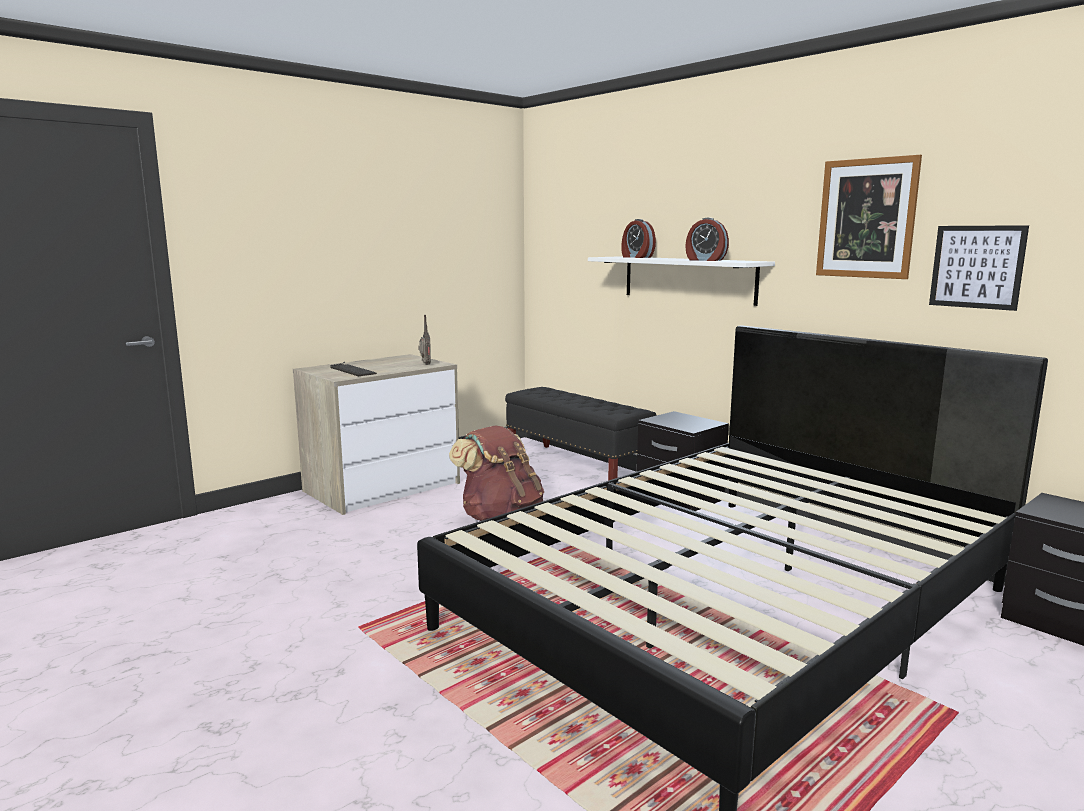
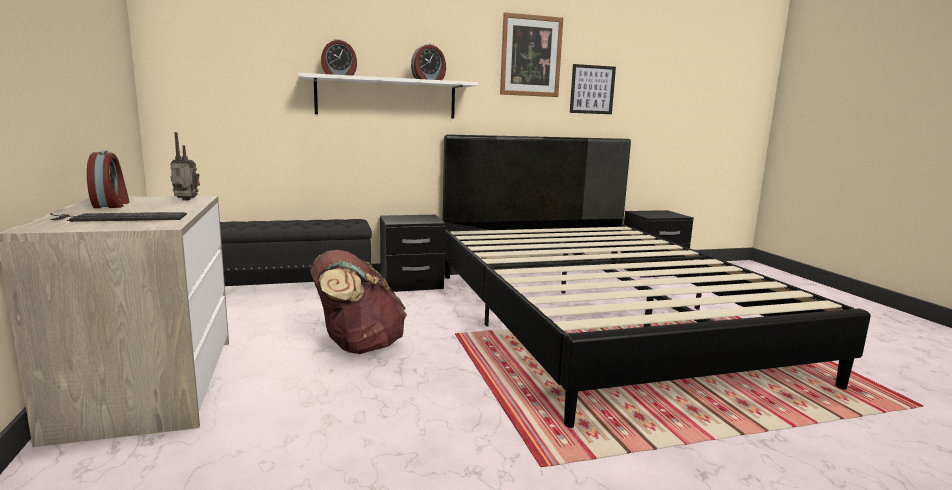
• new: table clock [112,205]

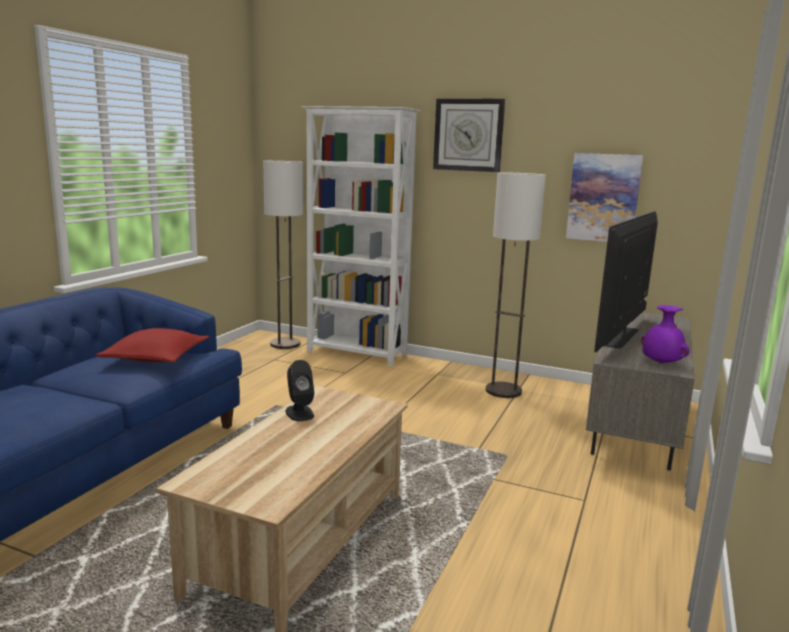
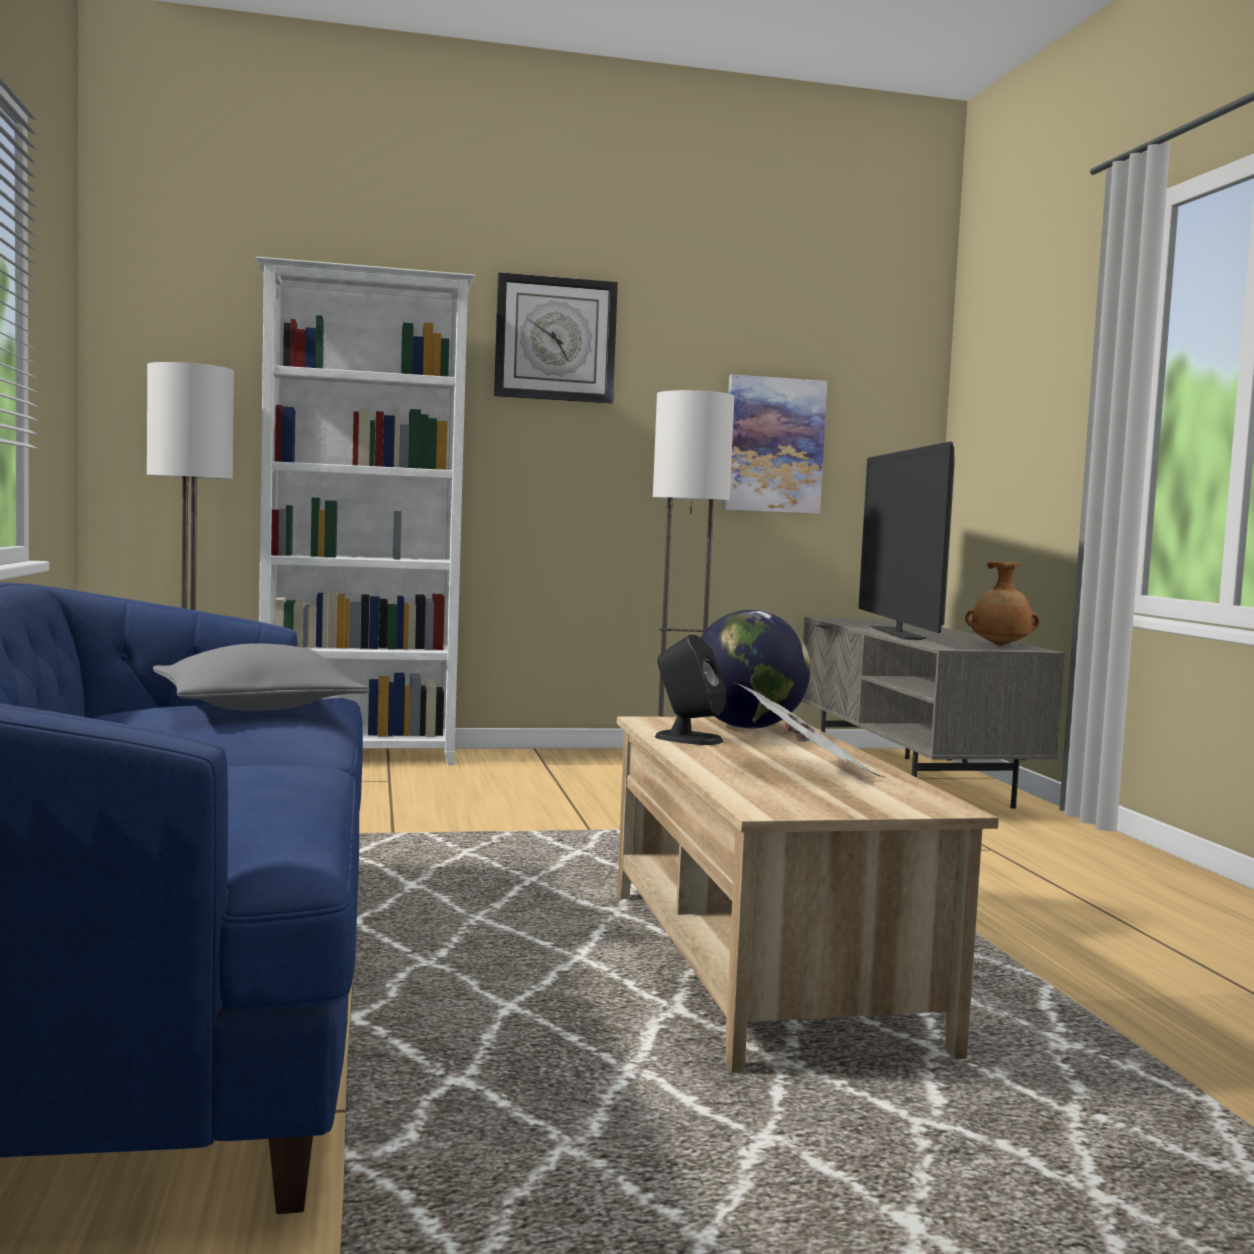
• repainted: reddish cushion [156,357] to greyish cushion [257,707]
• repainted: purple-coloured flower vase [661,363] to brown-coloured flower vase [1000,646]
• new: world globe [748,727]
• new: printed paper [807,770]

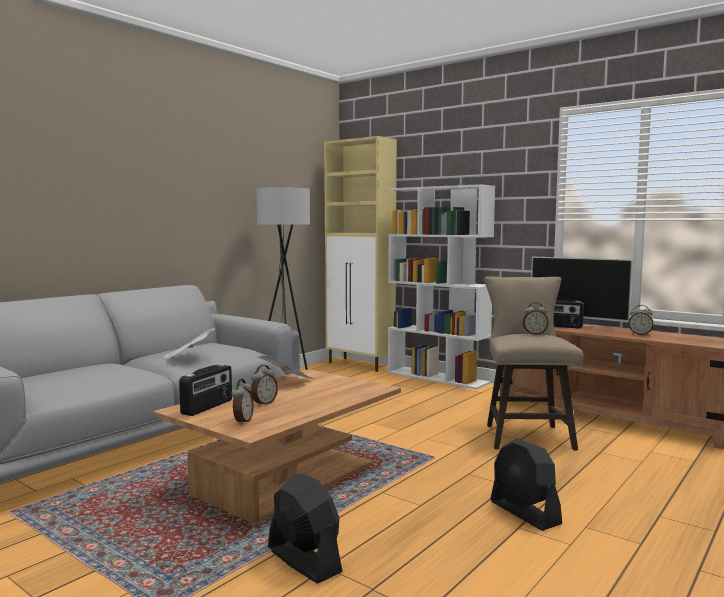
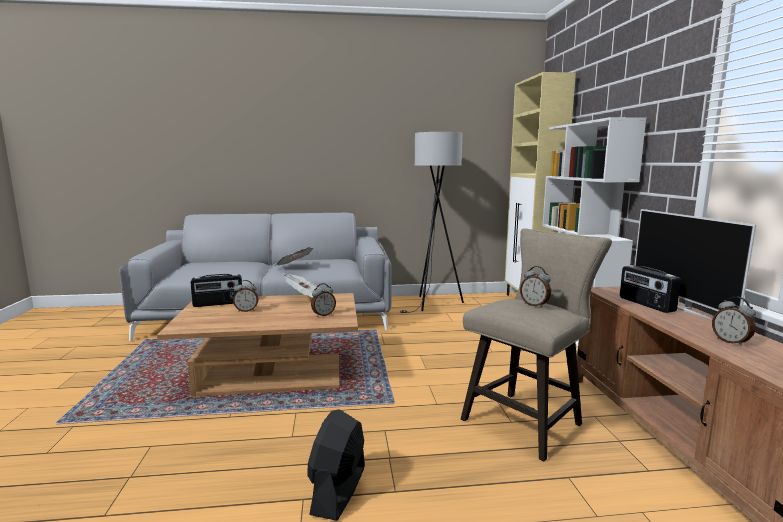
• shifted: table clock [242,421] to [323,315]
• gone: black electric fan [303,560]

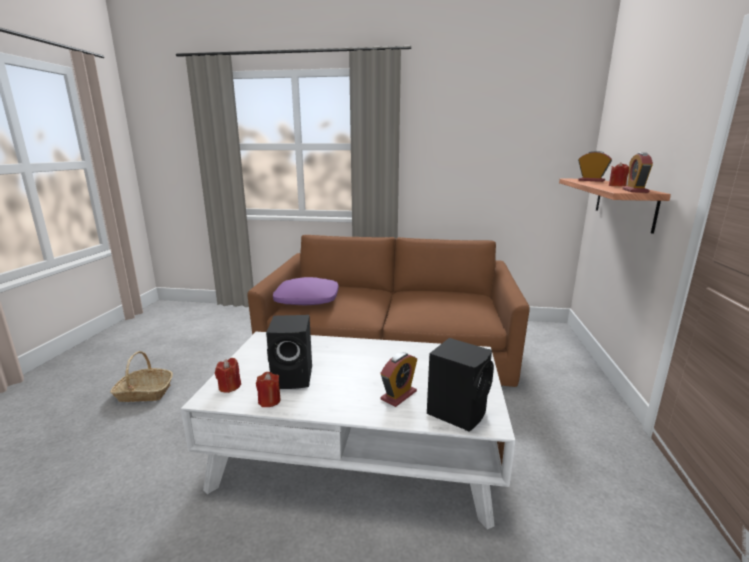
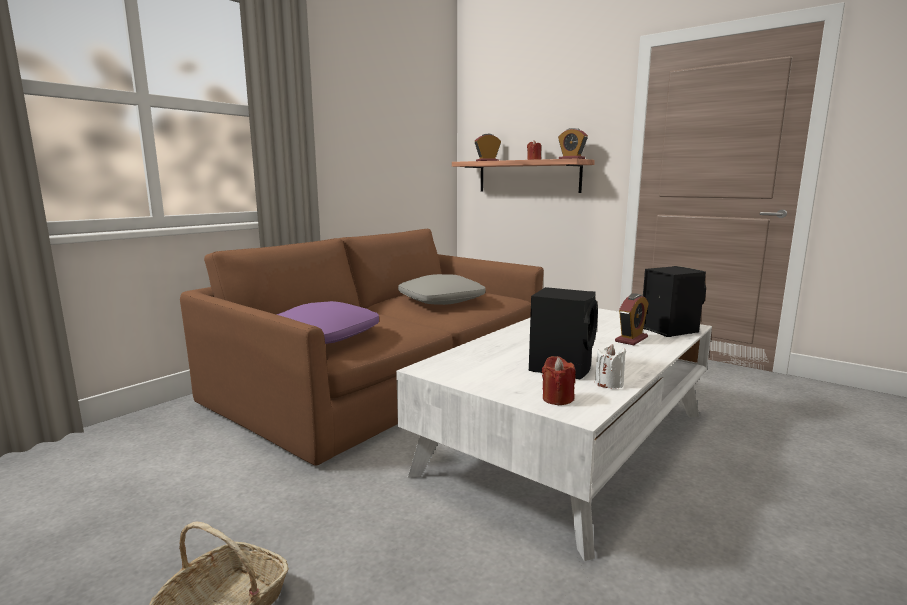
• repainted: reddish wax candle [269,401] to white-coloured wax candle [609,384]
• rotated: table clock [398,395] = [631,339] 60 degrees clockwise
• new: greyish cushion [441,300]

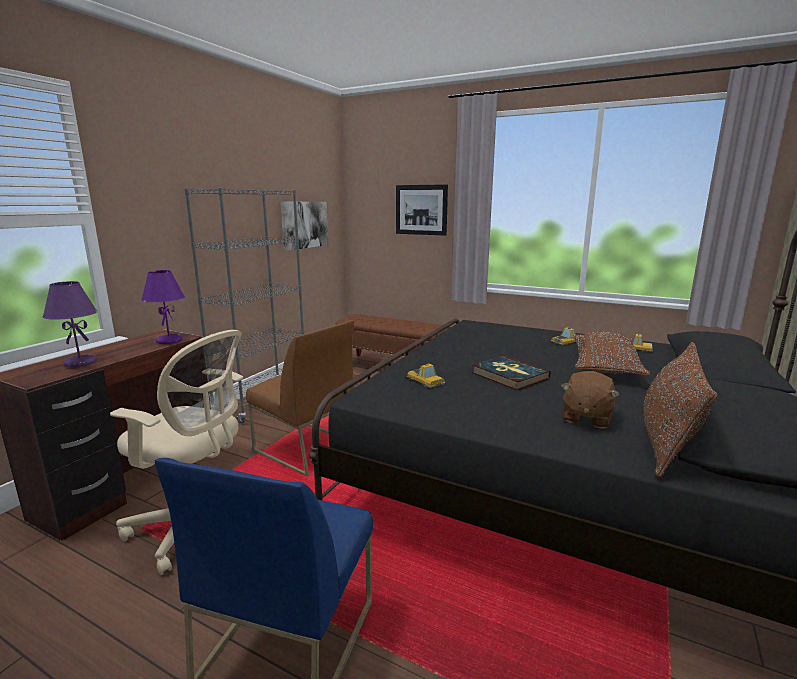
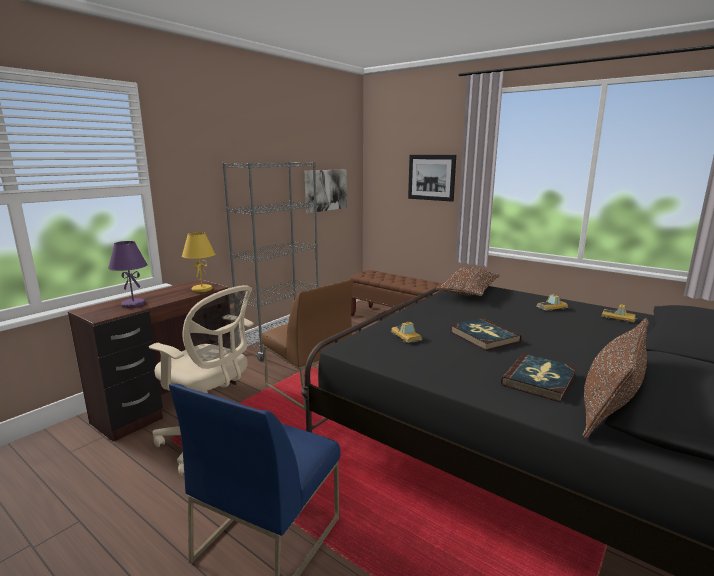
• repainted: purple-coloured tabletop lamp [169,340] to yellowish tabletop lamp [202,289]
• swapped: brown-coloured cuddly toy [586,417] to bound book [540,380]
• shifted: brown-coloured cushion [604,366] to [468,292]

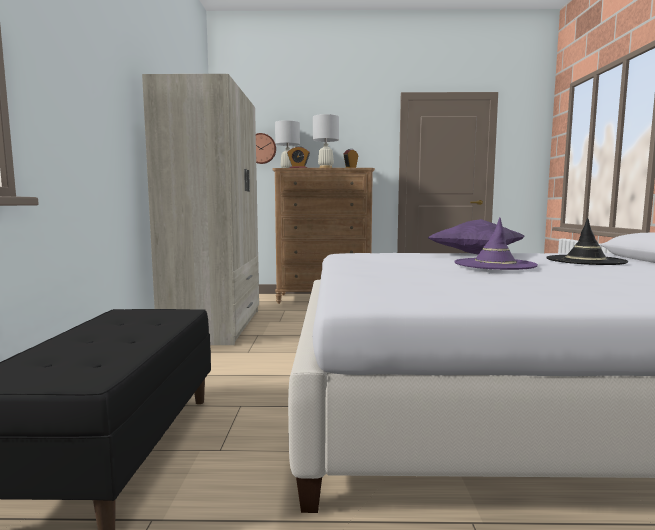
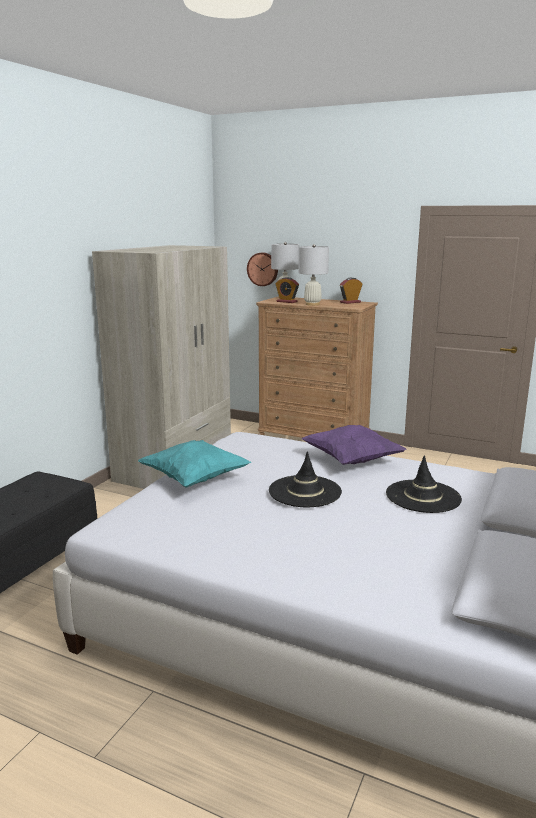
• repainted: purple-coloured hat [494,264] to black hat [305,491]
• new: blue-green cushion [195,479]

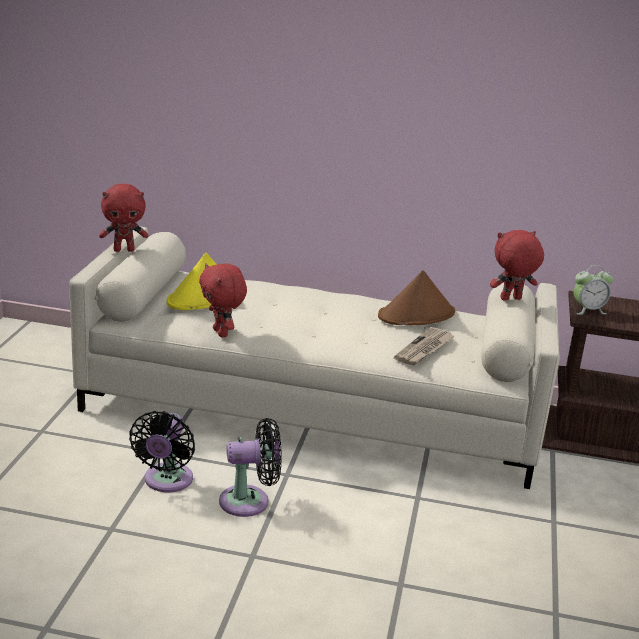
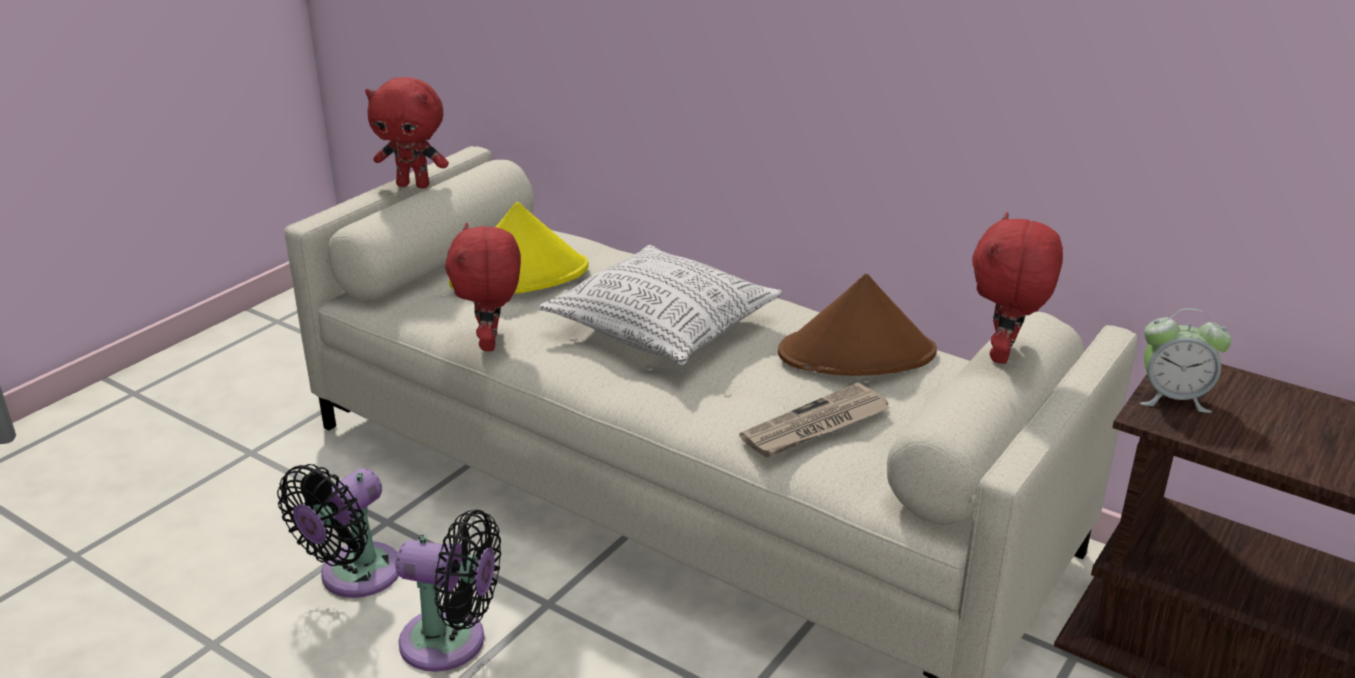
• rotated: reddish cuddly toy [511,299] = [1004,355] 75 degrees counterclockwise
• new: cushion [663,329]

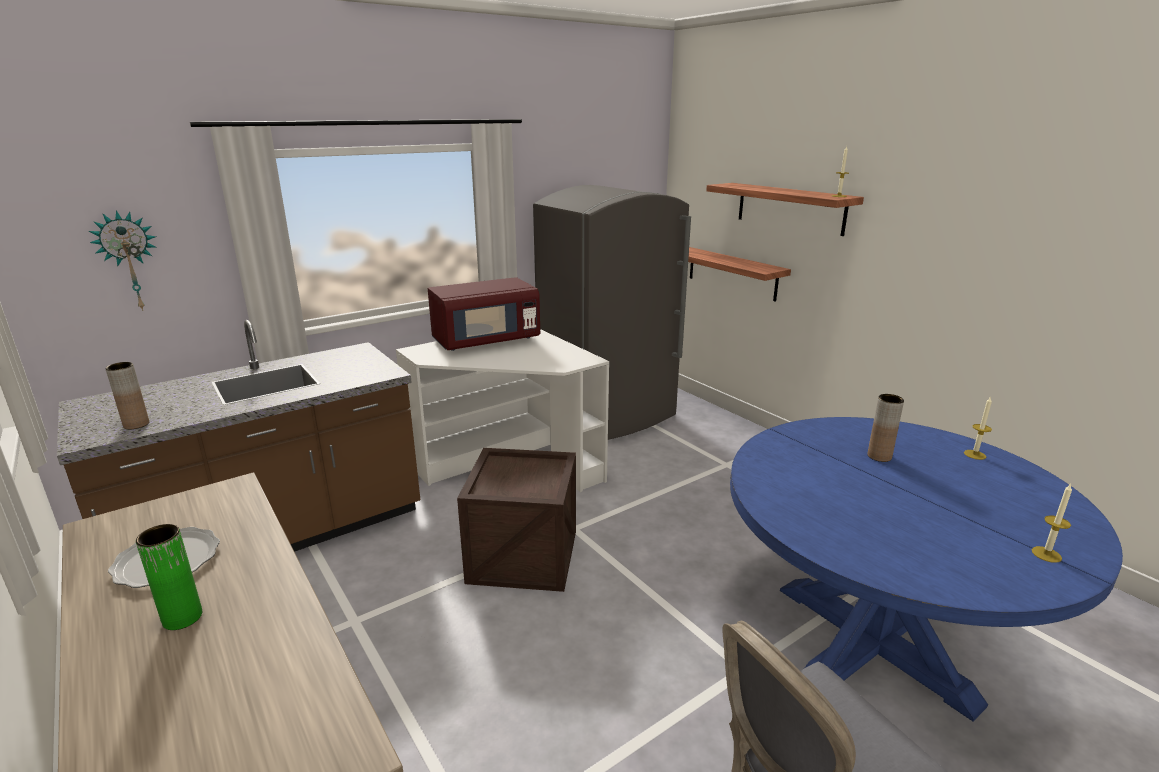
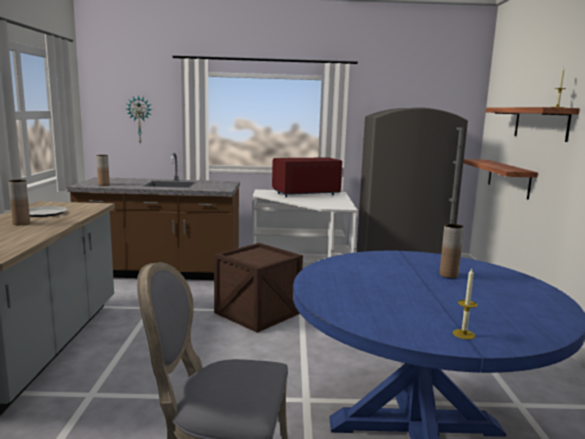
• repainted: green flower vase [182,617] to brown-coloured flower vase [21,223]
• rotated: reddish microwave [486,341] = [306,193] 150 degrees clockwise
• gone: wax candle [975,454]

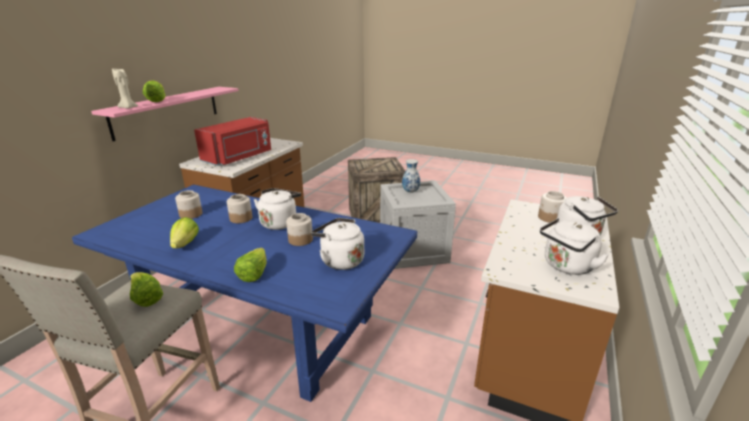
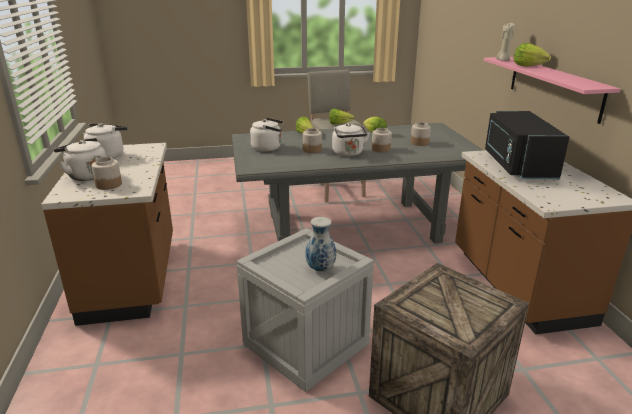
• repainted: bluish dinner table [262,325] to greyish dinner table [351,227]
• repainted: reddish microwave [239,157] to black microwave [517,166]

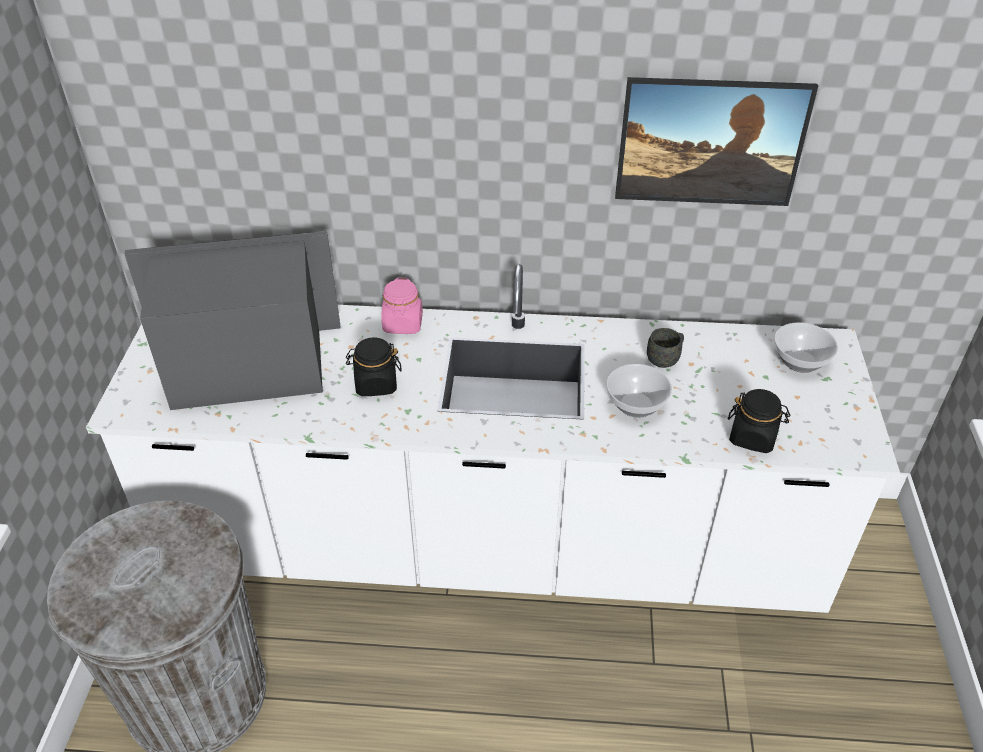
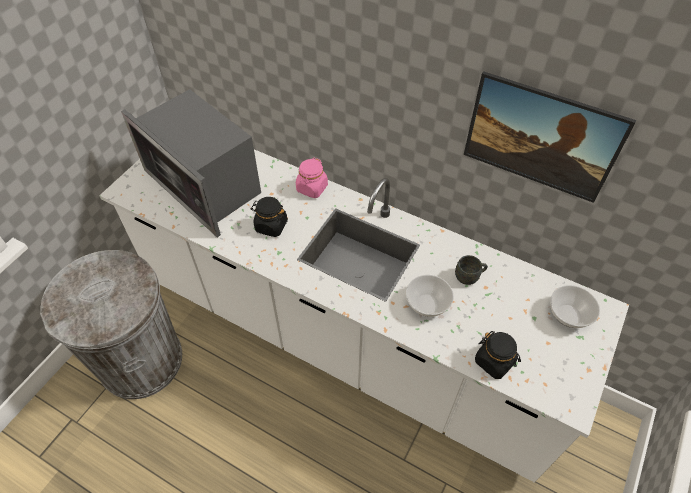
• rotated: microwave [247,365] = [205,185] 150 degrees counterclockwise

